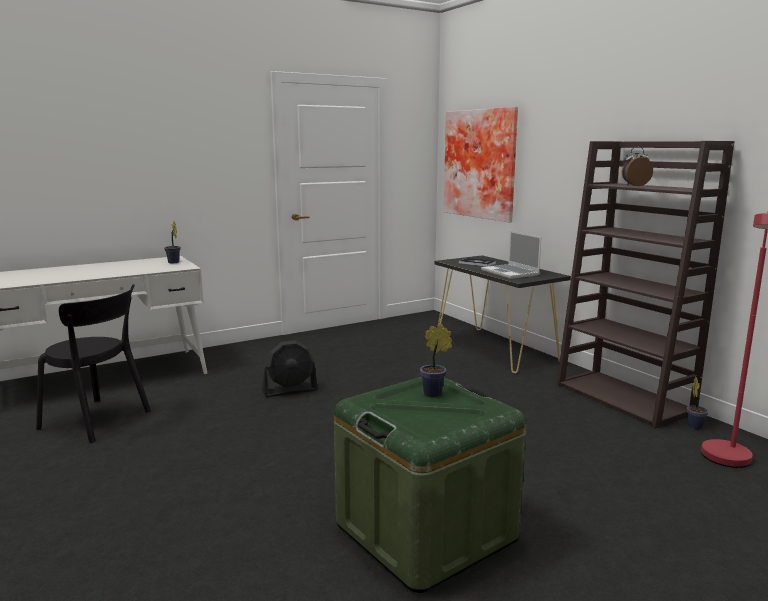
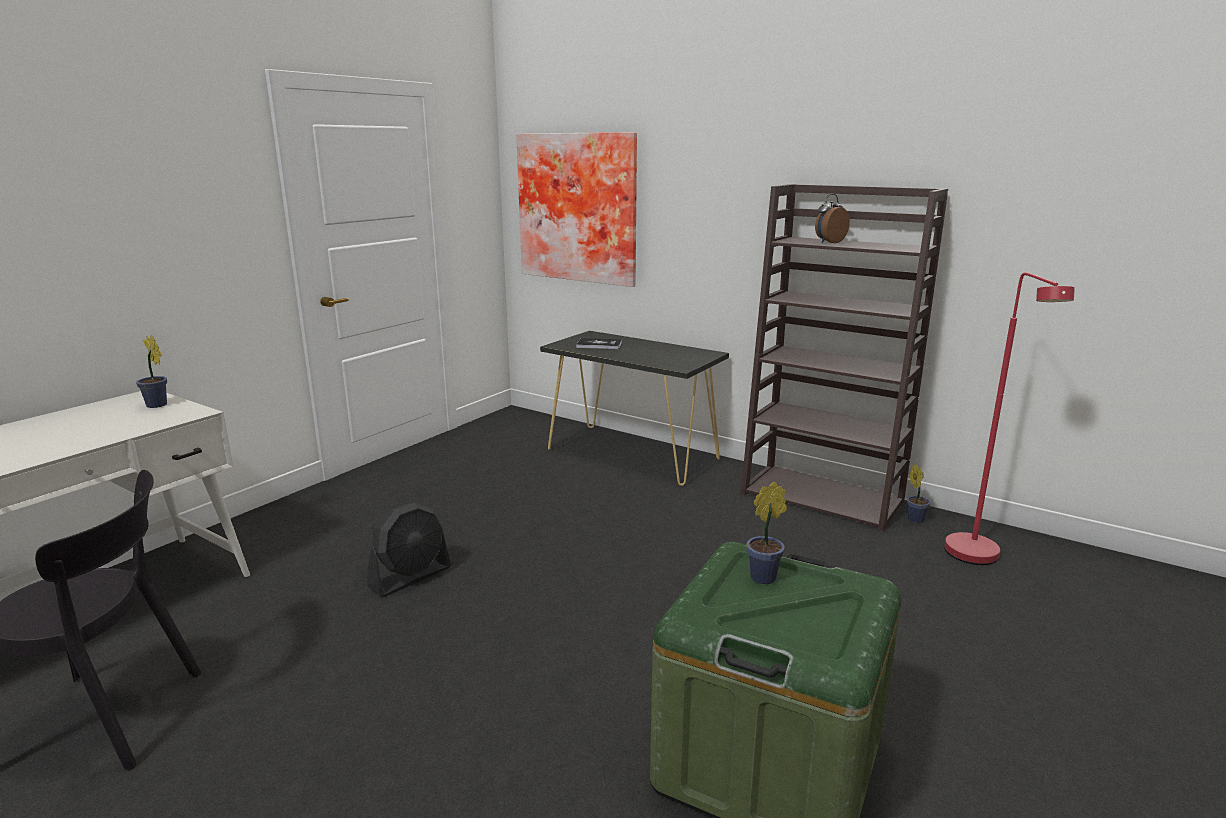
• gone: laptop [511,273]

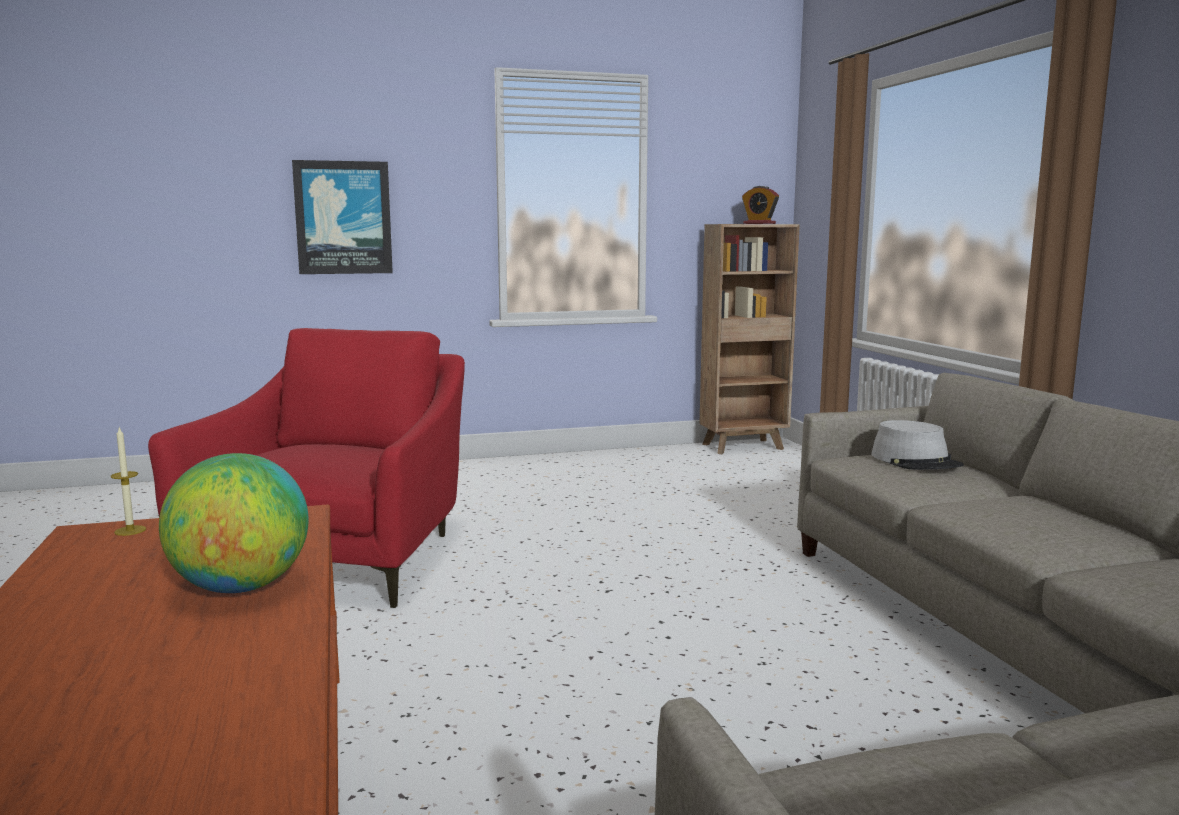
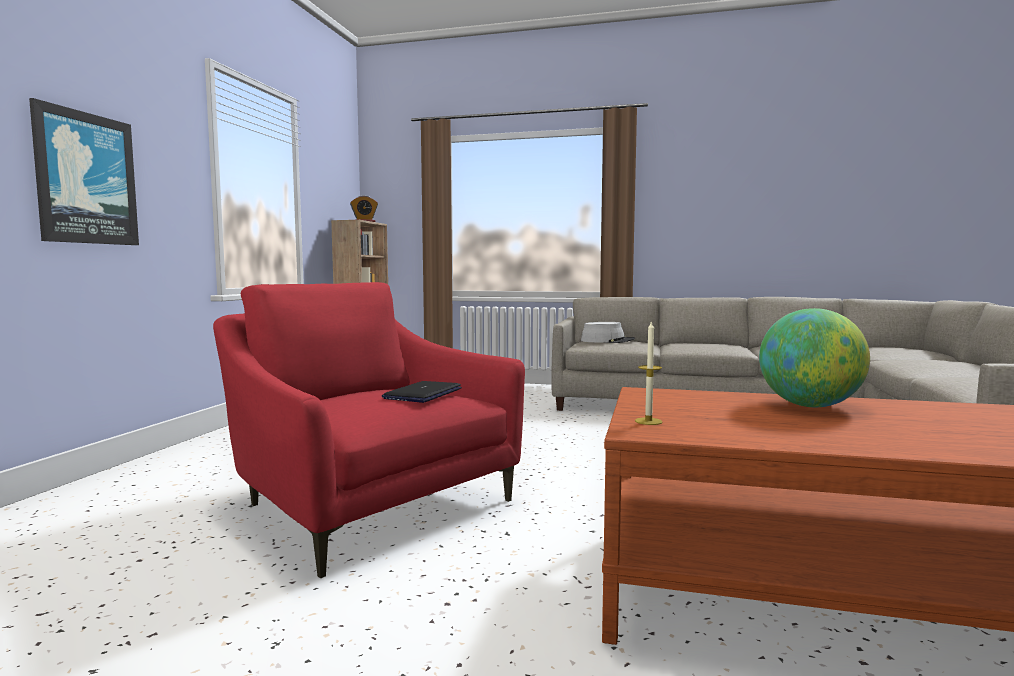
• new: laptop [423,394]

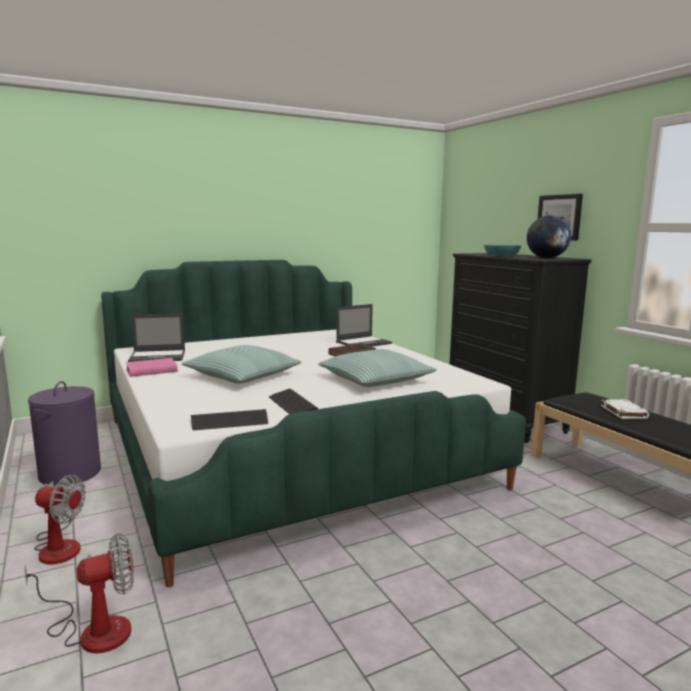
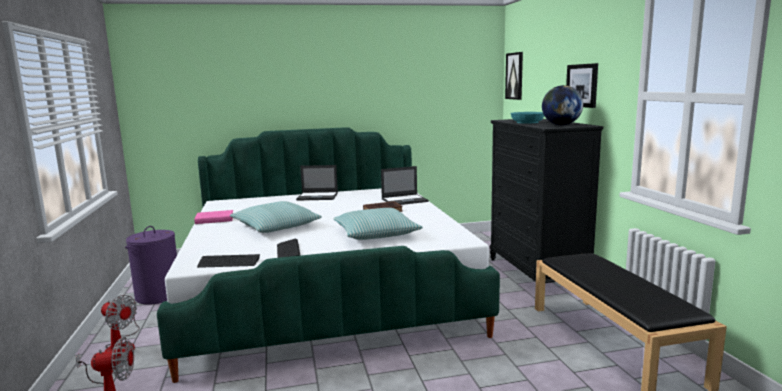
• shifted: laptop [158,356] to [318,196]
• gone: white-coloured bound book [623,412]
• new: picture [514,76]

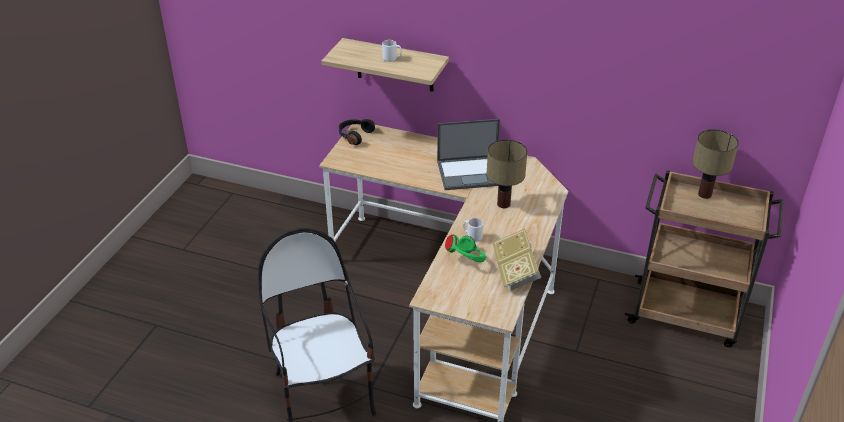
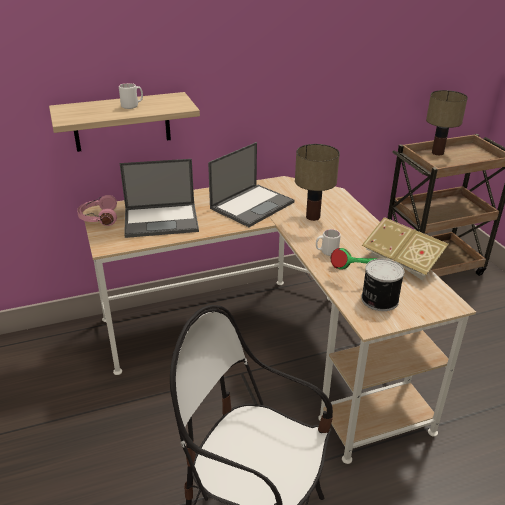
• repainted: black headphones [354,135] to pink-coloured headphones [98,218]
• new: laptop [162,220]
• new: sealed can [378,299]

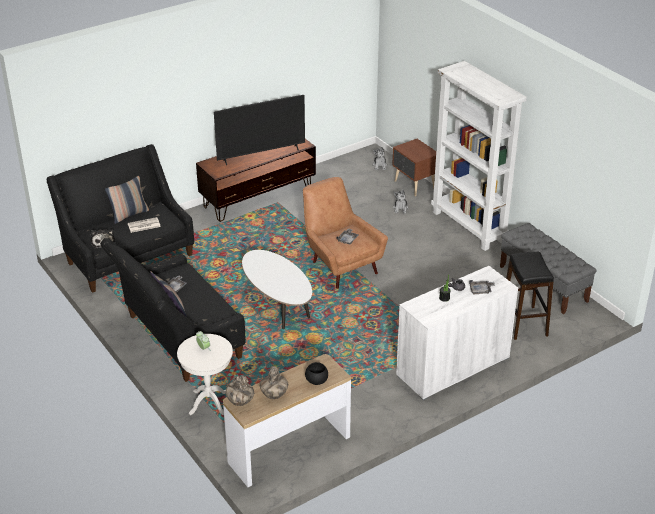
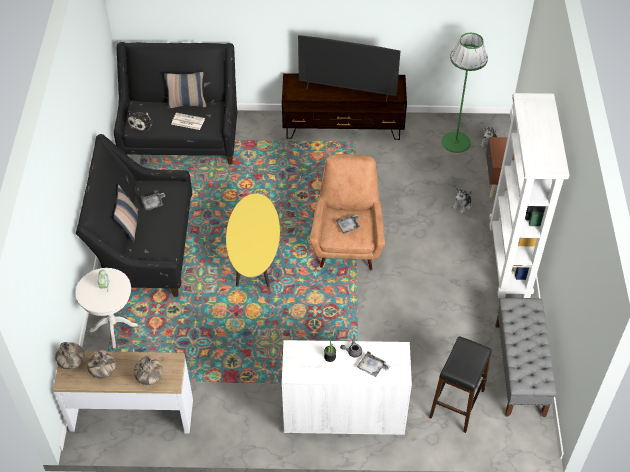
• repainted: white-coloured lounge table [277,305] to yellowish lounge table [254,257]
• swapped: black serving bowl [317,380] to flower vase [150,378]
• new: green standing lamp [455,142]

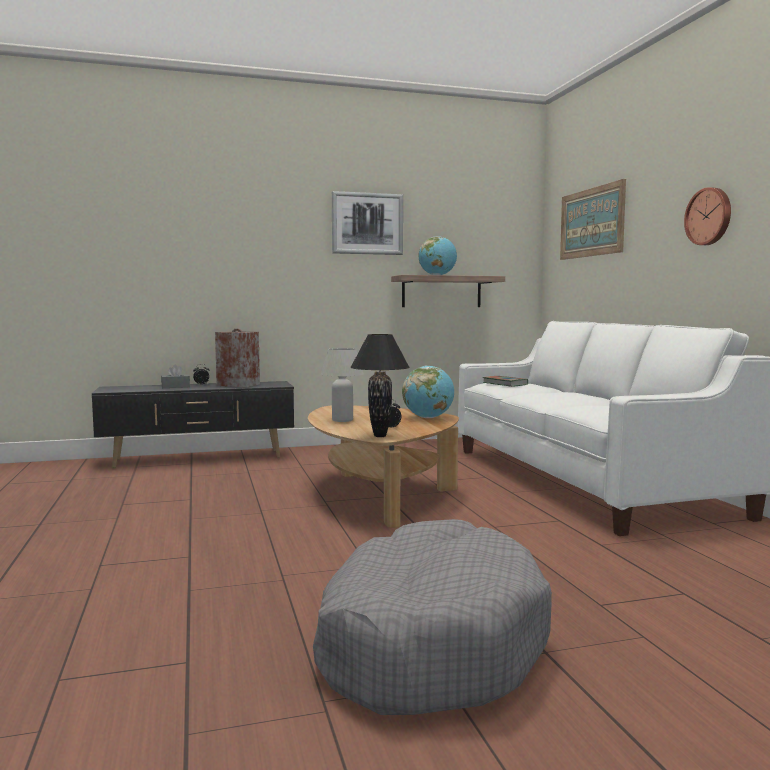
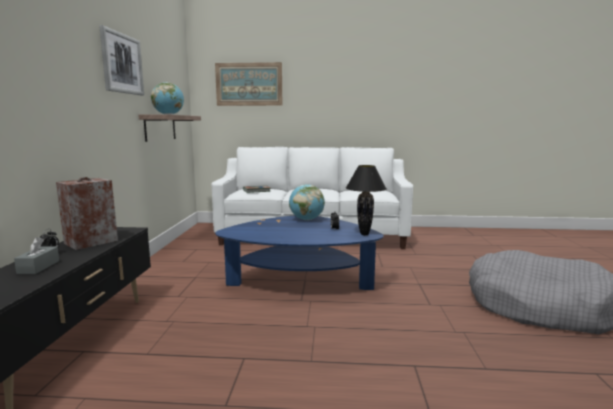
• repainted: brown-coloured lounge table [377,495] to bluish lounge table [300,282]
• gone: white-coloured tabletop lamp [342,420]
• gone: clock on the wall [709,216]

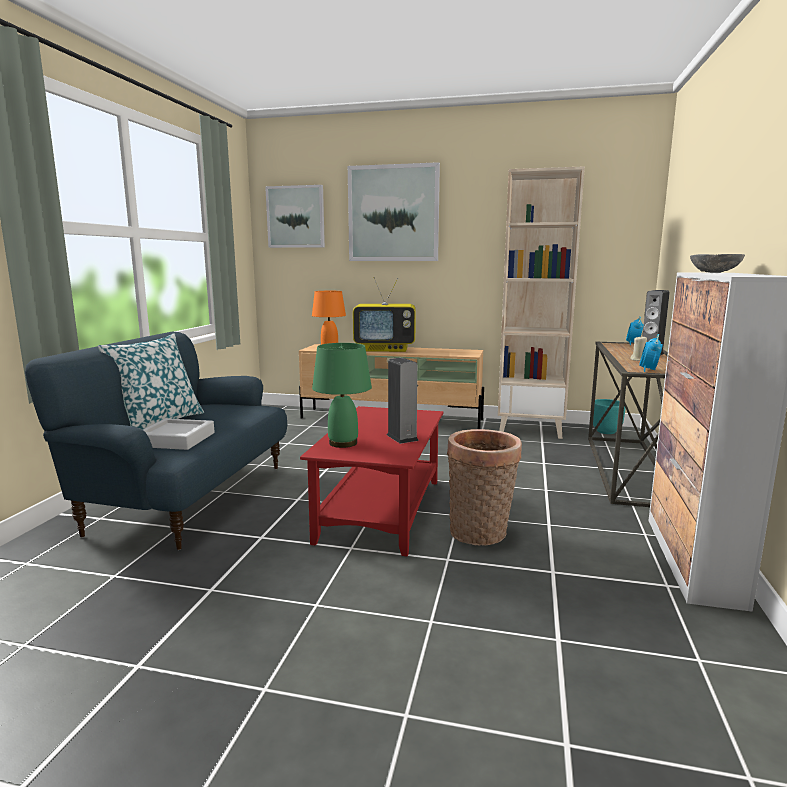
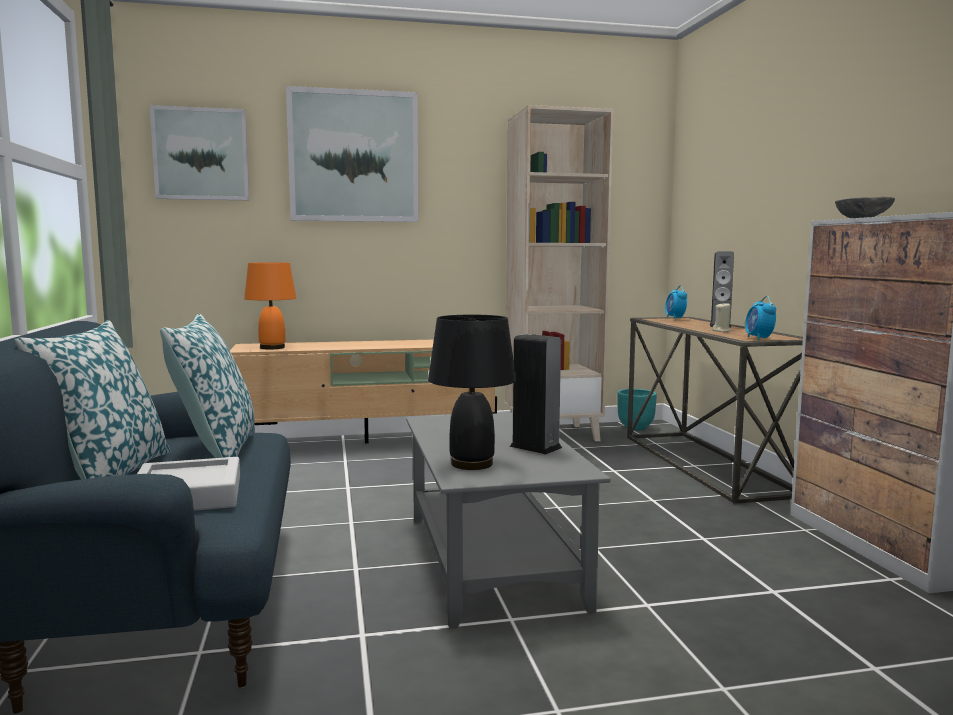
• repainted: reddish lounge table [381,509] to greyish lounge table [490,559]
• repainted: green tabletop lamp [343,443] to black tabletop lamp [471,463]
• gone: television [385,349]
• gone: household basket [481,534]
• new: cushion [216,452]

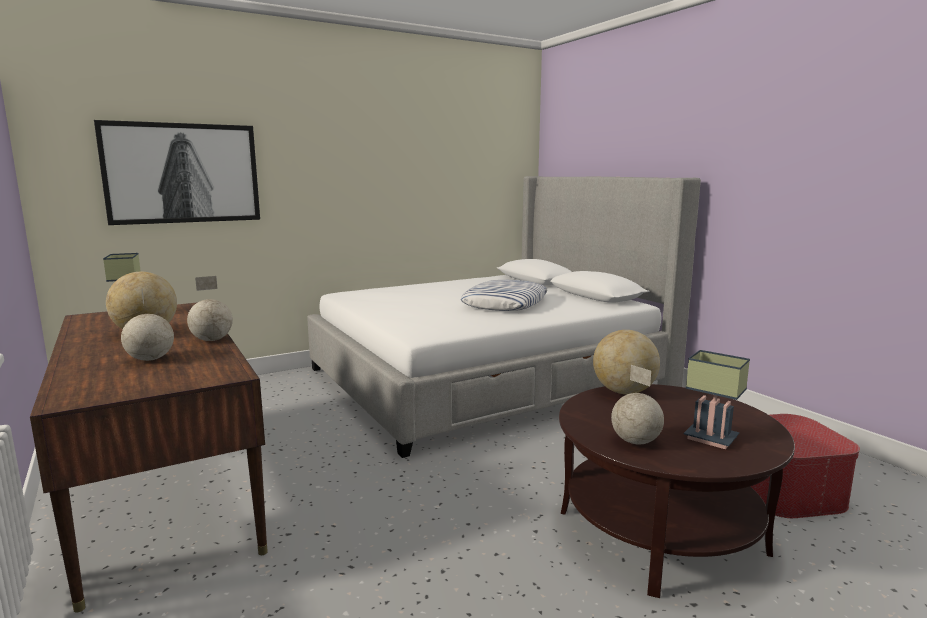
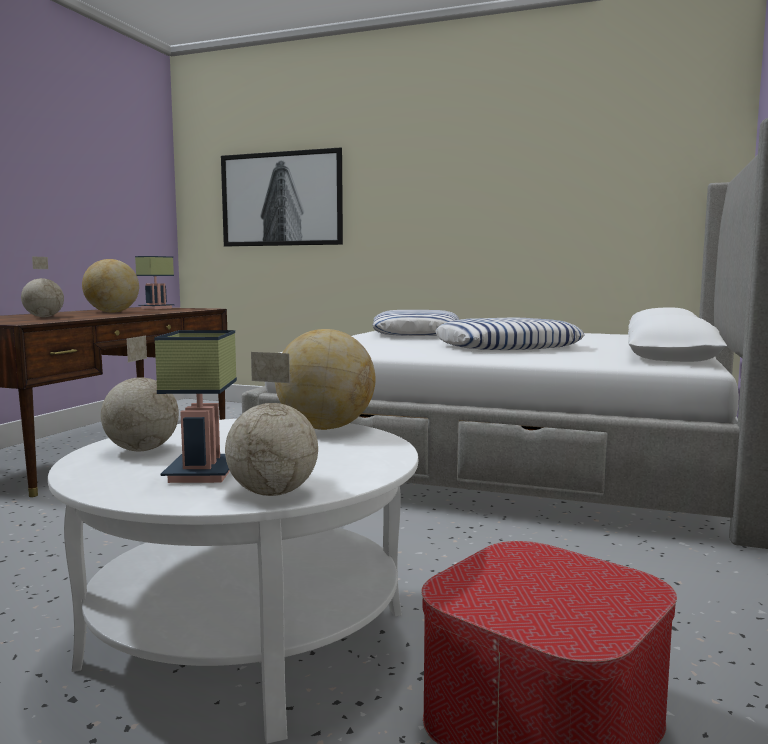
• shifted: world globe [211,340] to [272,493]
• repainted: brown-coloured lounge table [661,531] to white-coloured lounge table [248,638]
• new: cushion [416,333]

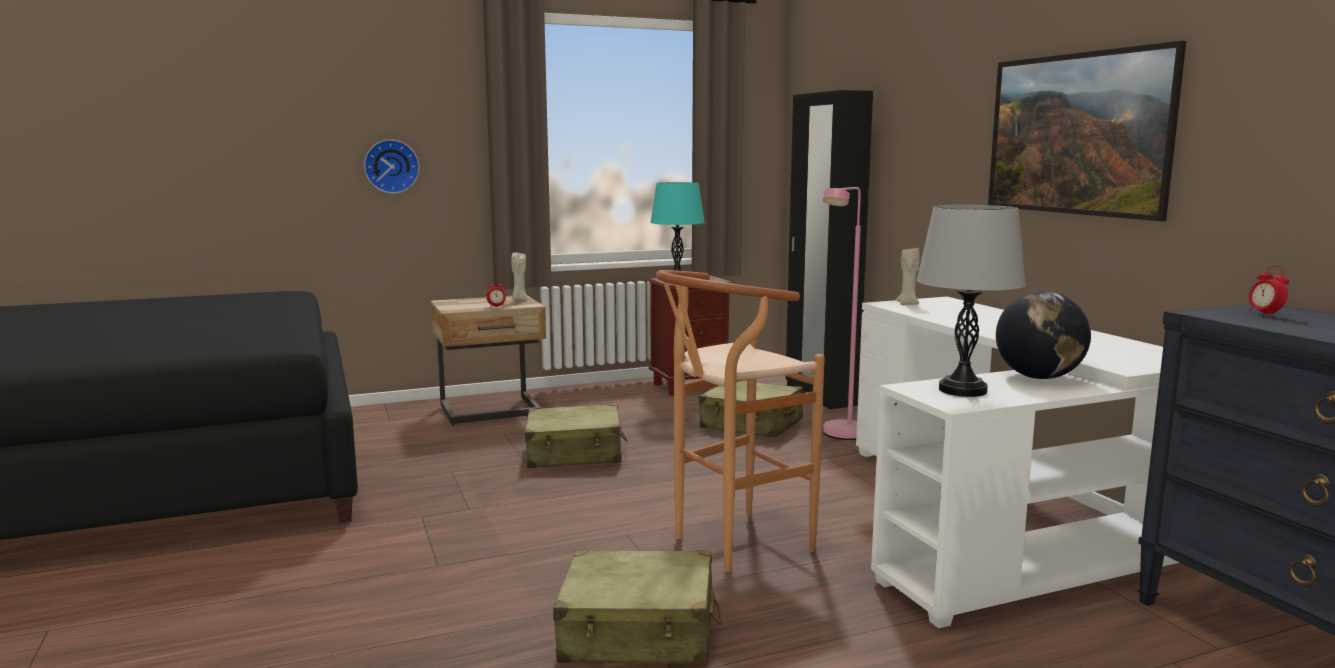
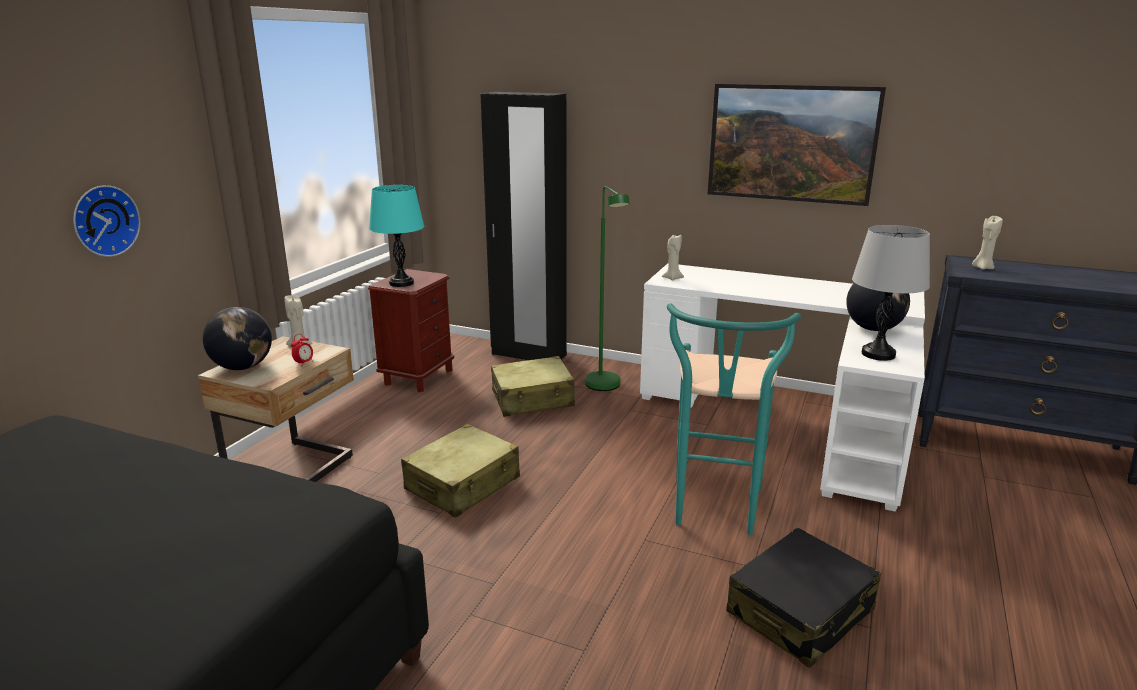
• repainted: beige piece of luggage [639,632] to black piece of luggage [800,612]
• repainted: brown-coloured stool [730,545] to blue-green stool [715,512]
• repainted: pink-coloured standing lamp [840,436] to green standing lamp [605,387]
• swapped: table clock [1264,314] to beige wax candle [982,268]
• new: world globe [243,367]

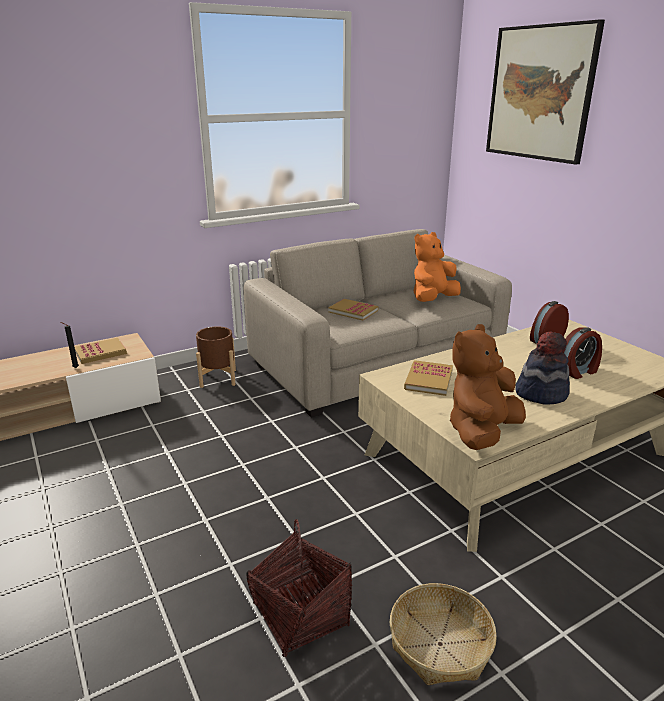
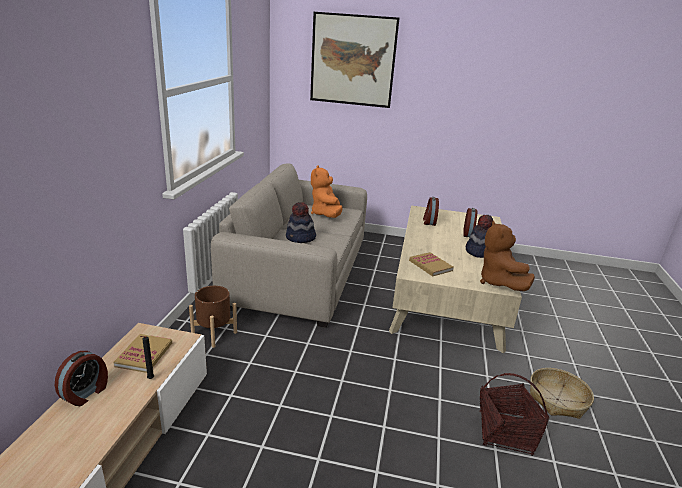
• swapped: bound book [353,311] to hat [300,238]
• new: table clock [86,393]

